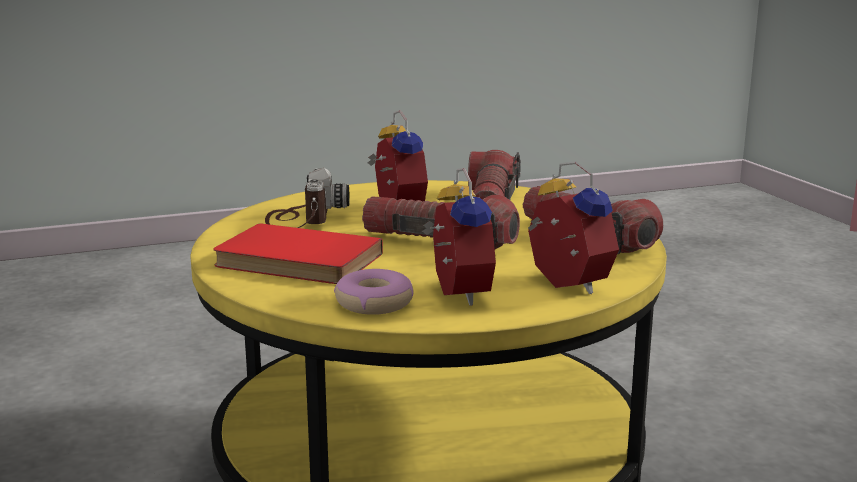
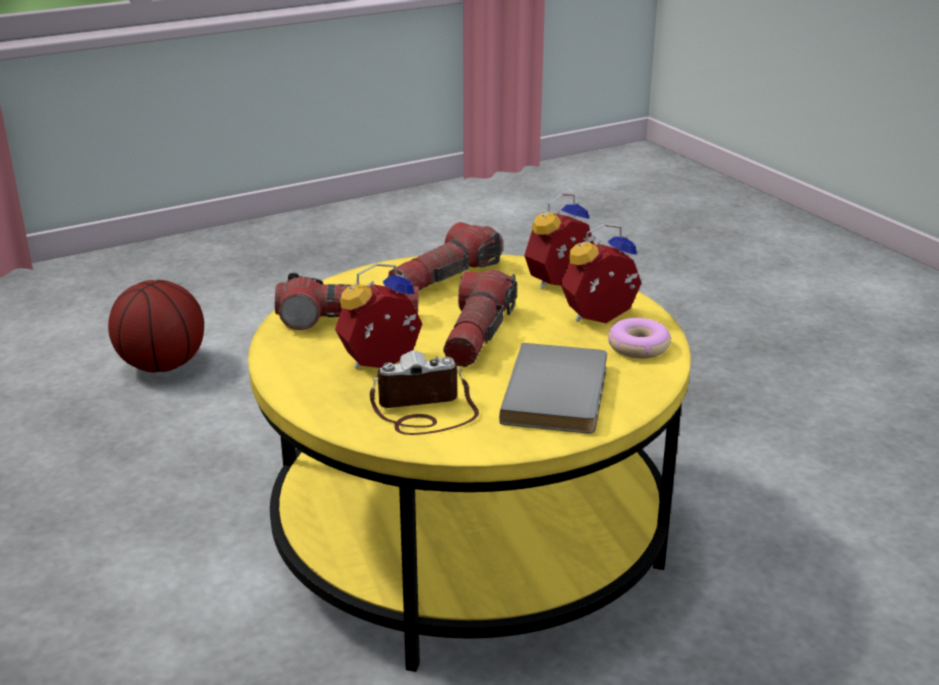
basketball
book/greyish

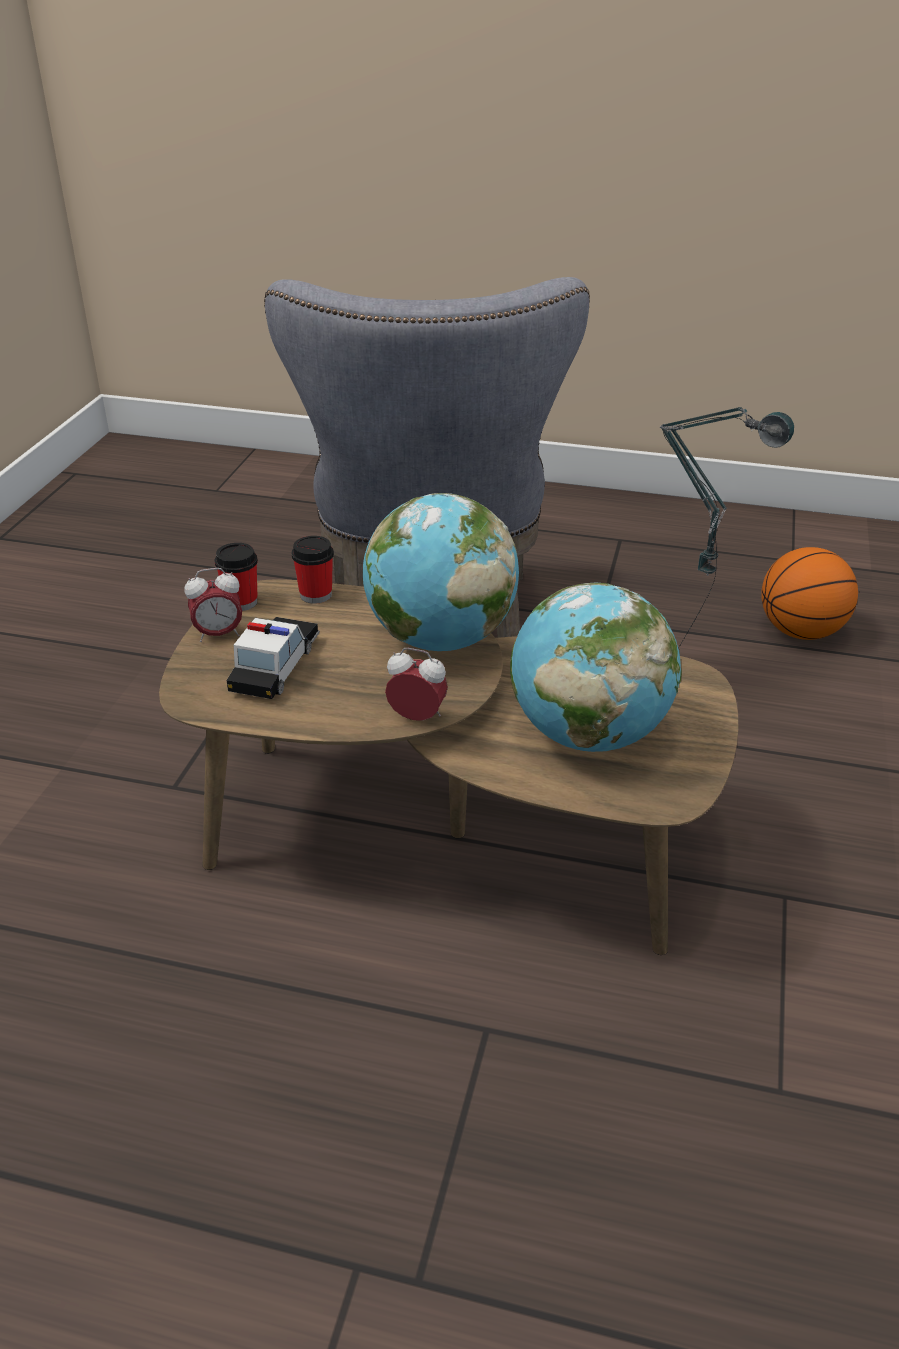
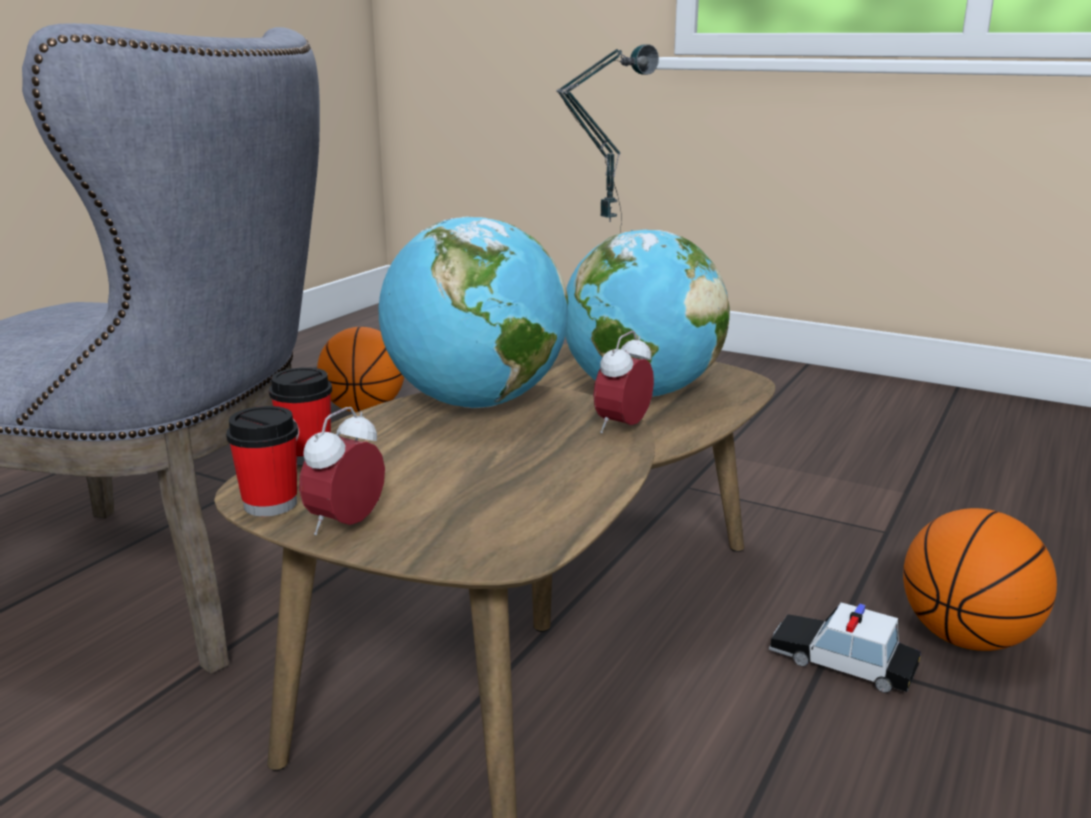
basketball (no. 2 from left)
miniature car
table clock (no. 1 from left)

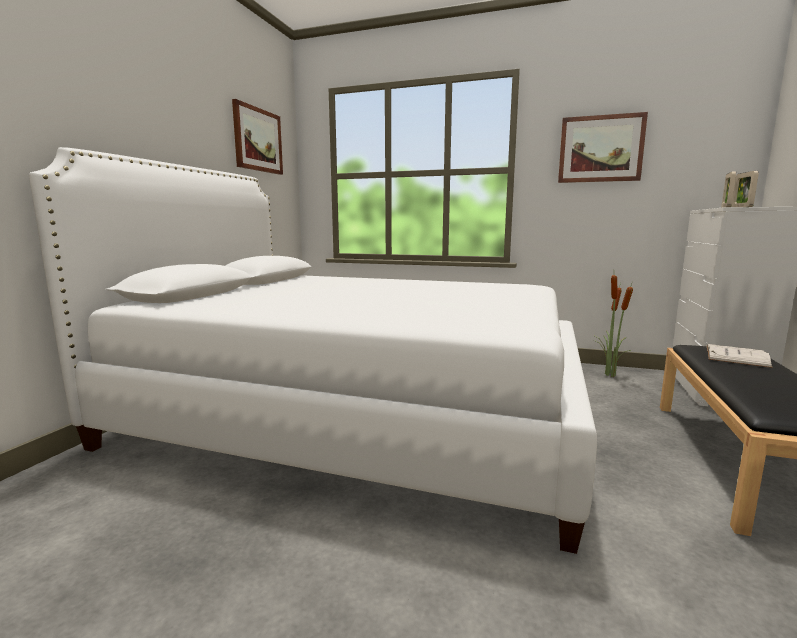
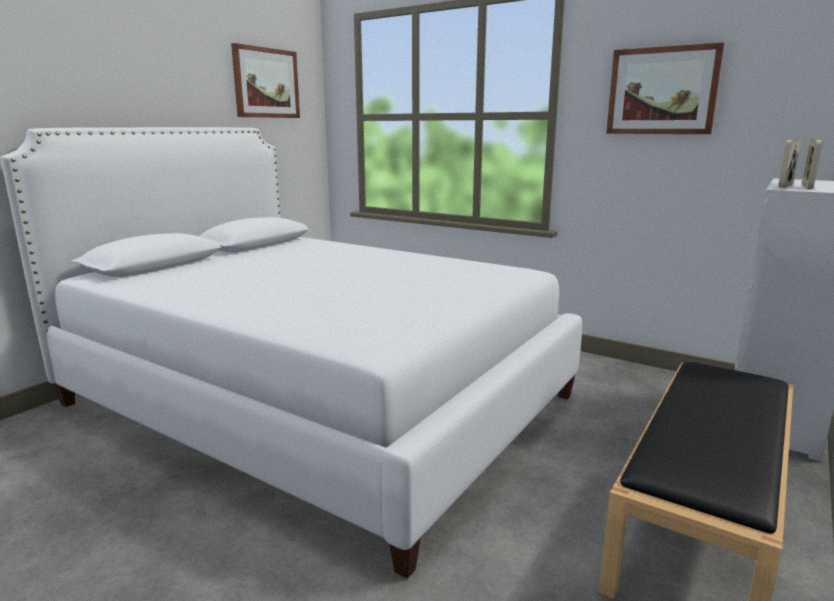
potted plant
book/white-coloured

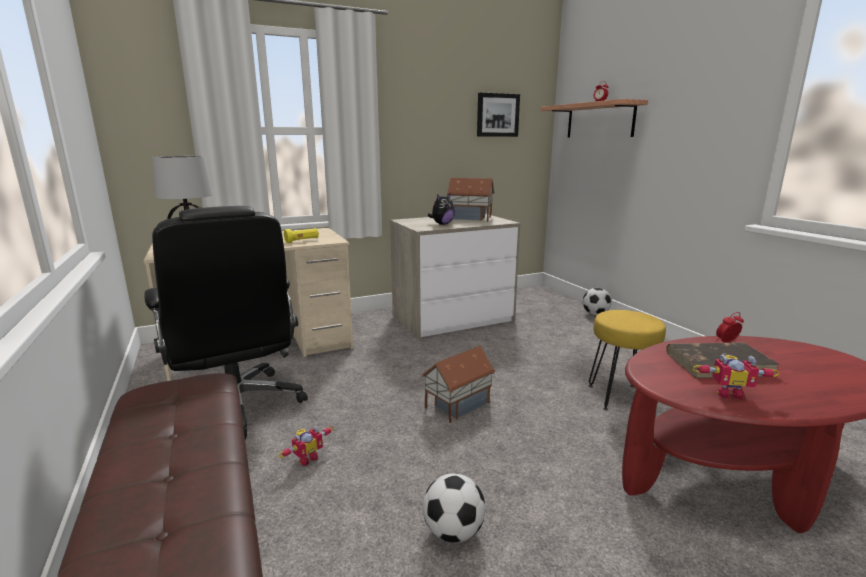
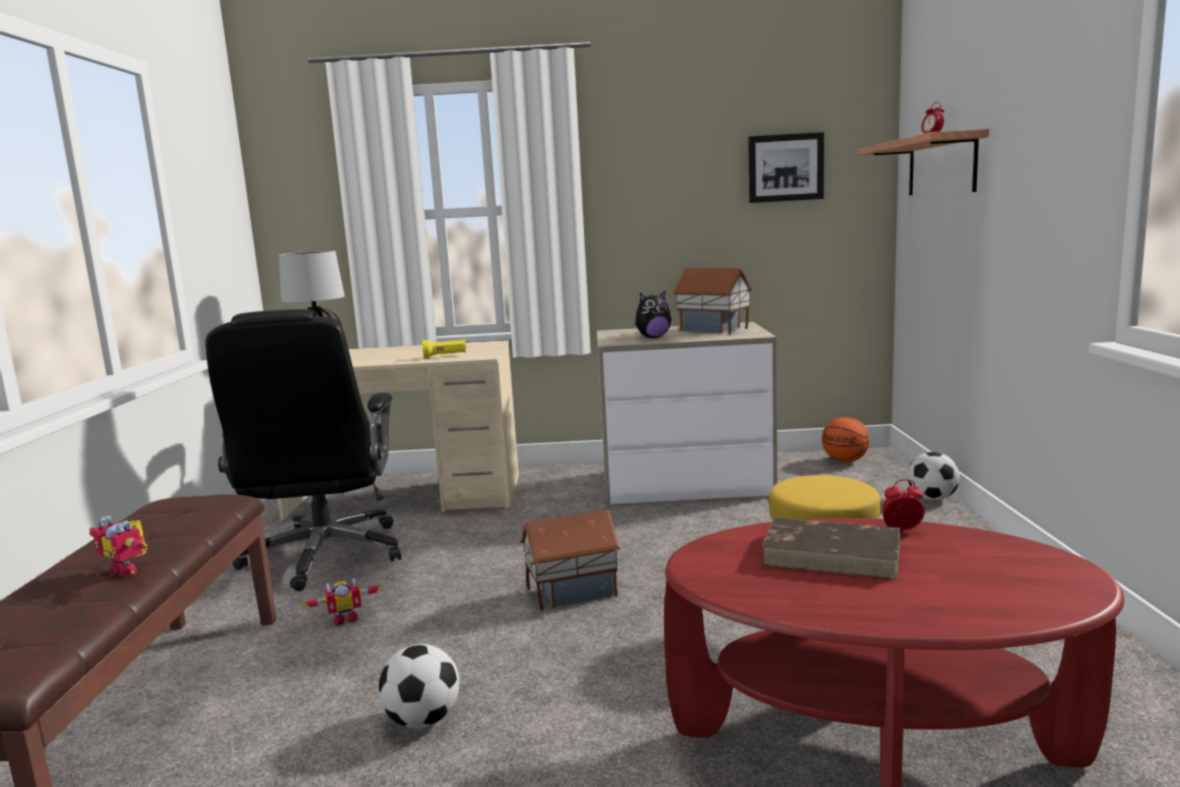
basketball
toy robot (no. 1 from left)

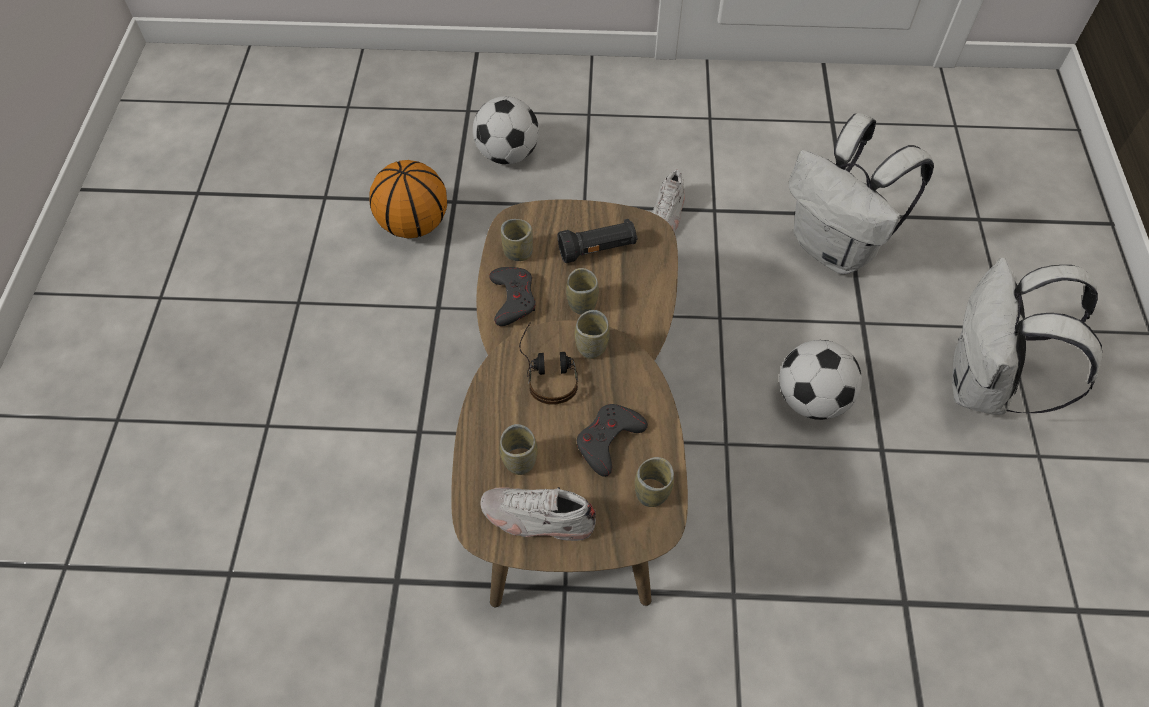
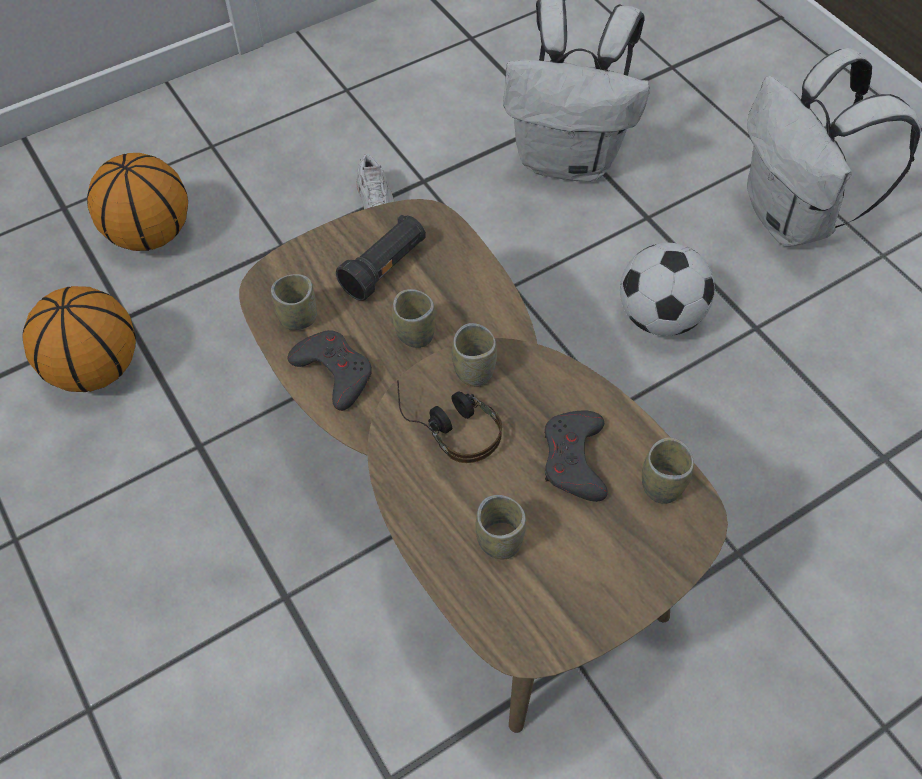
item of footwear/white-coloured (no. 1 from left in the first image)
basketball (no. 2 from left)

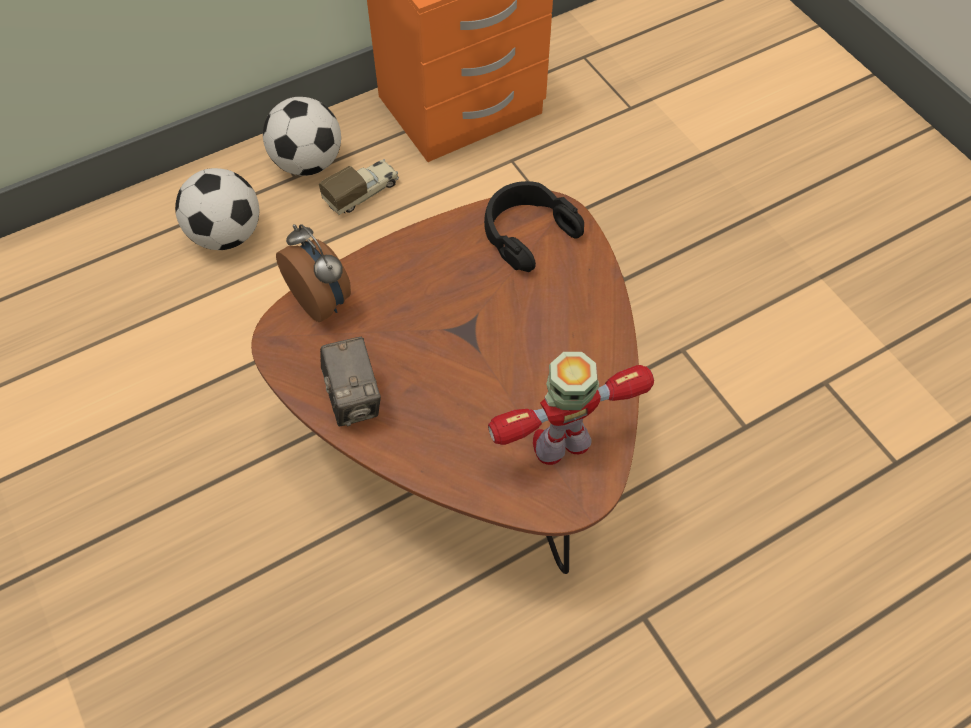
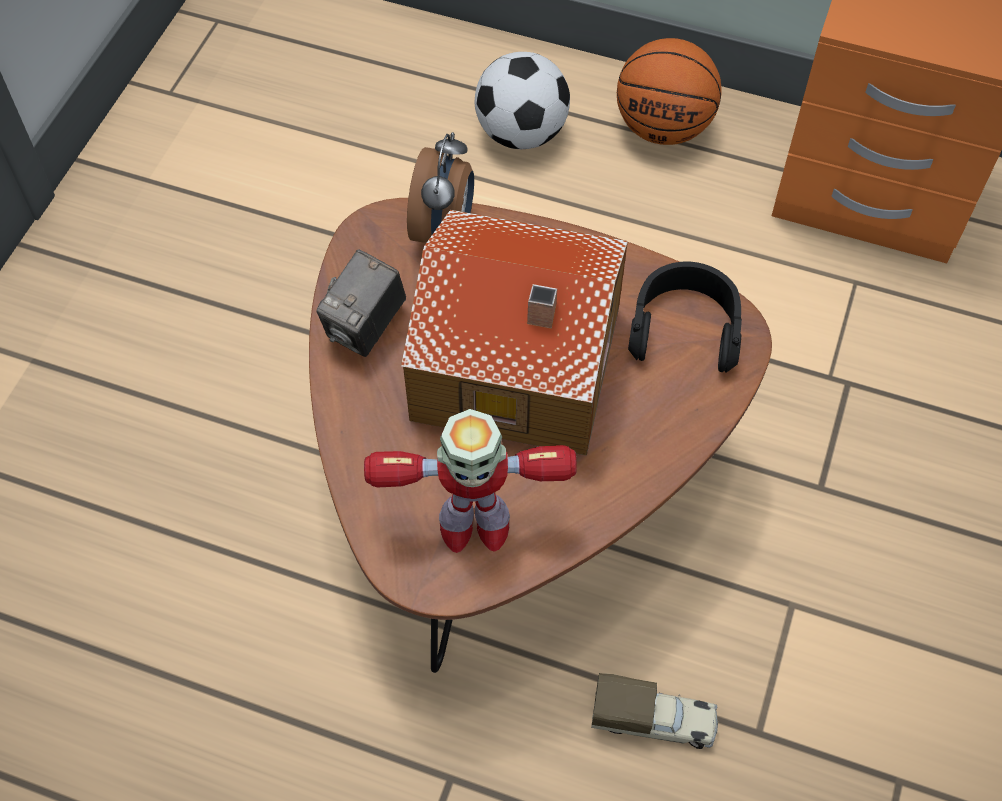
toy house
toy truck
basketball
toy robot

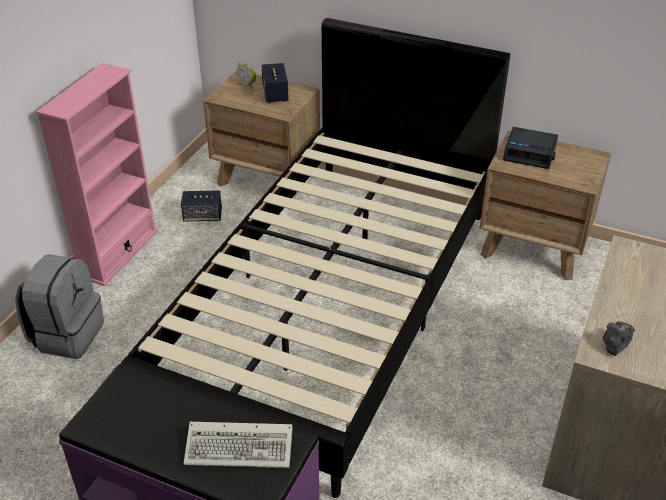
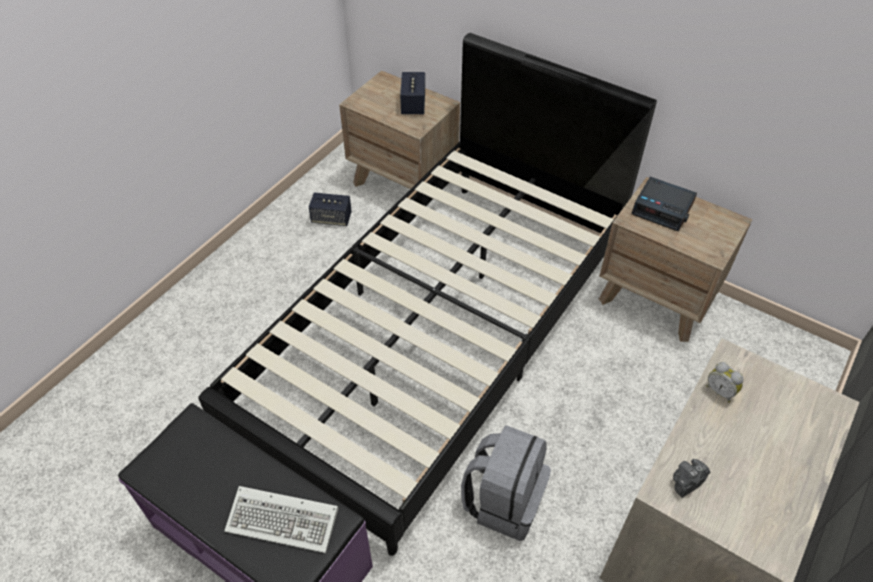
shelving unit/pink-coloured
knapsack/greyish
table clock (no. 2 from left)

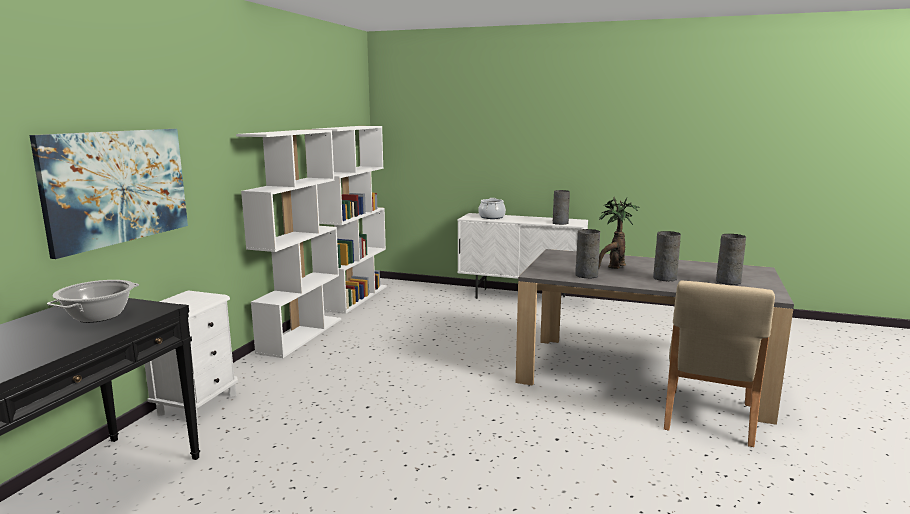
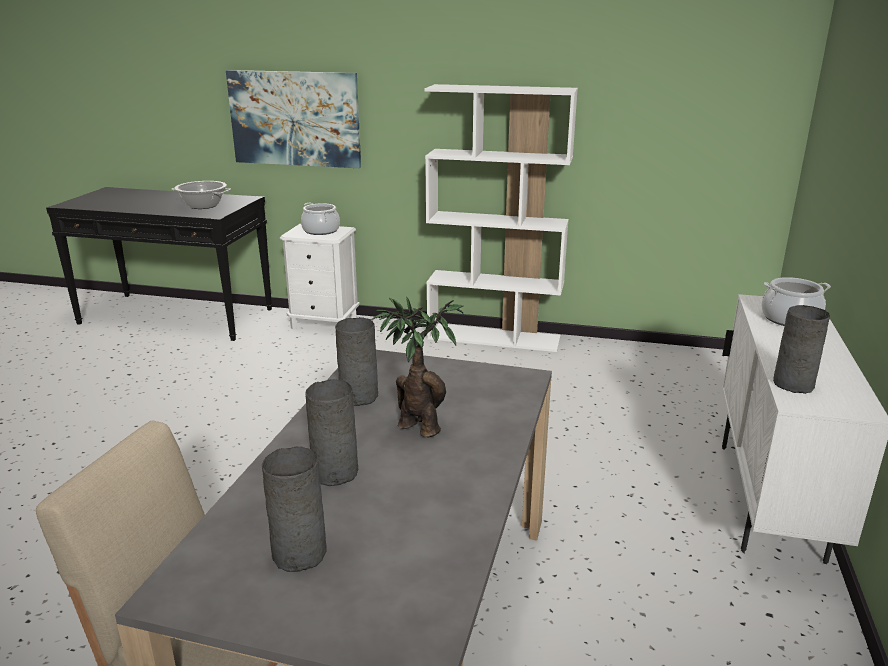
shelving unit/white-coloured (no. 2 from left in the first image)
stockpot (no. 2 from left)

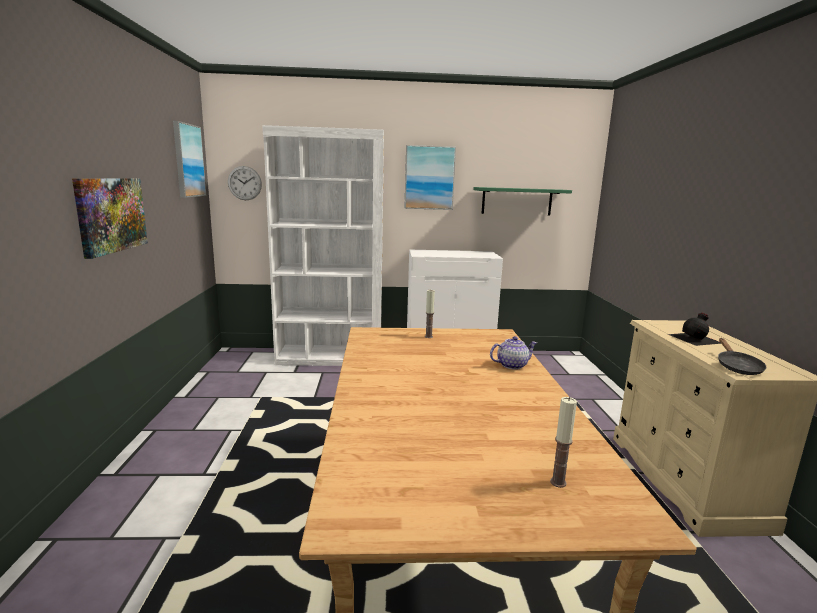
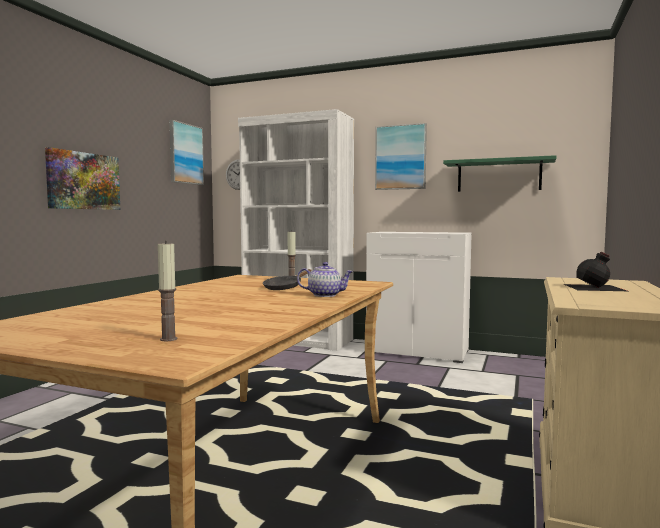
skillet/blackish

